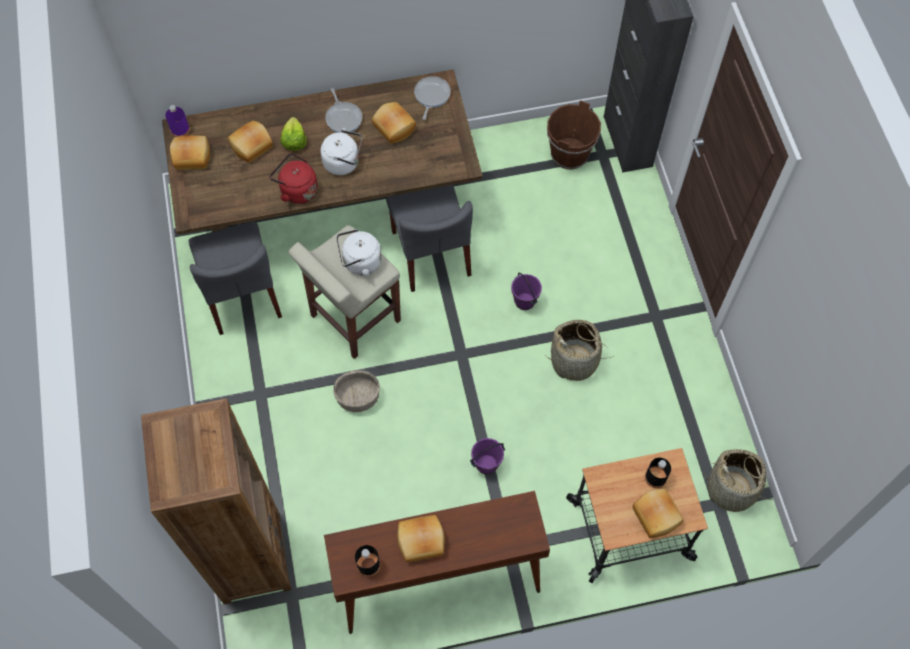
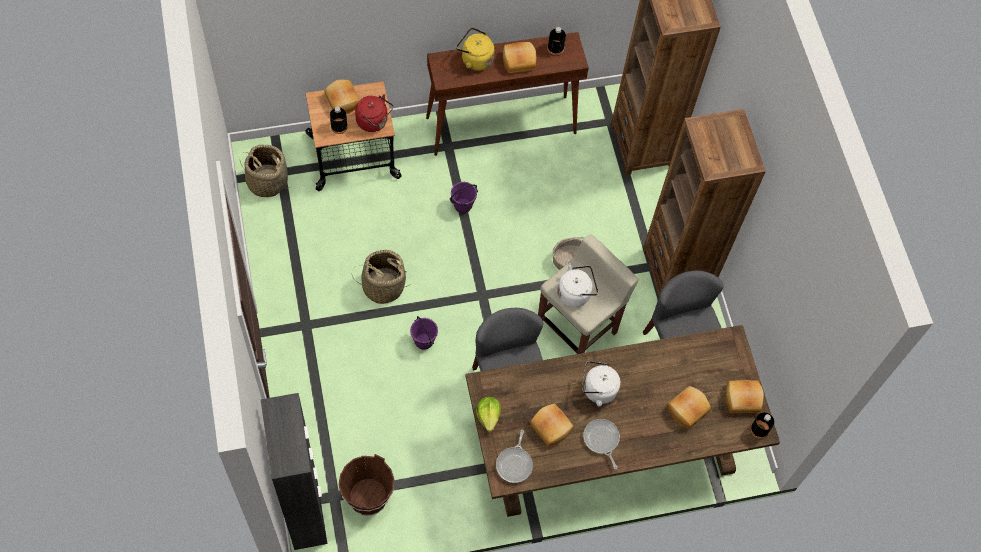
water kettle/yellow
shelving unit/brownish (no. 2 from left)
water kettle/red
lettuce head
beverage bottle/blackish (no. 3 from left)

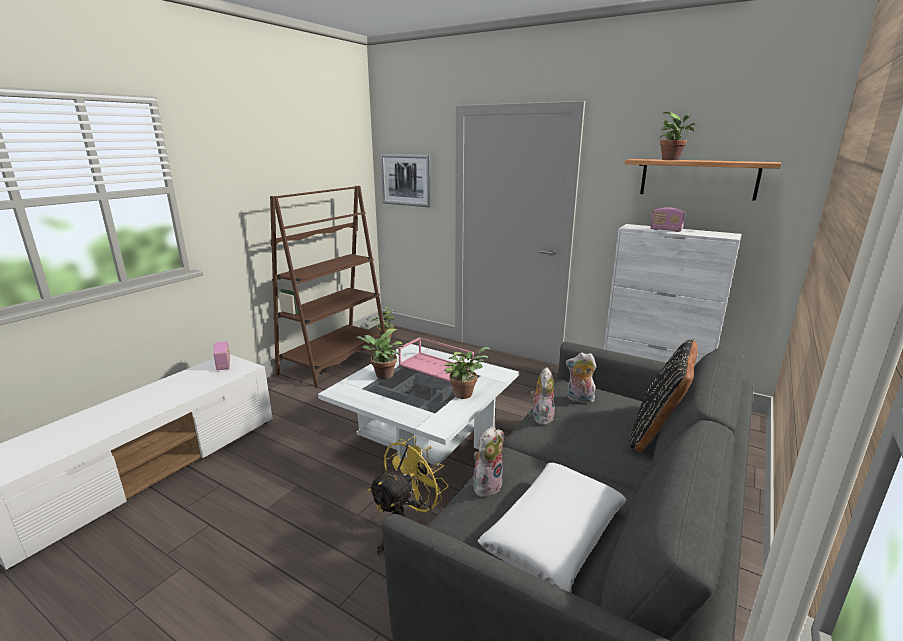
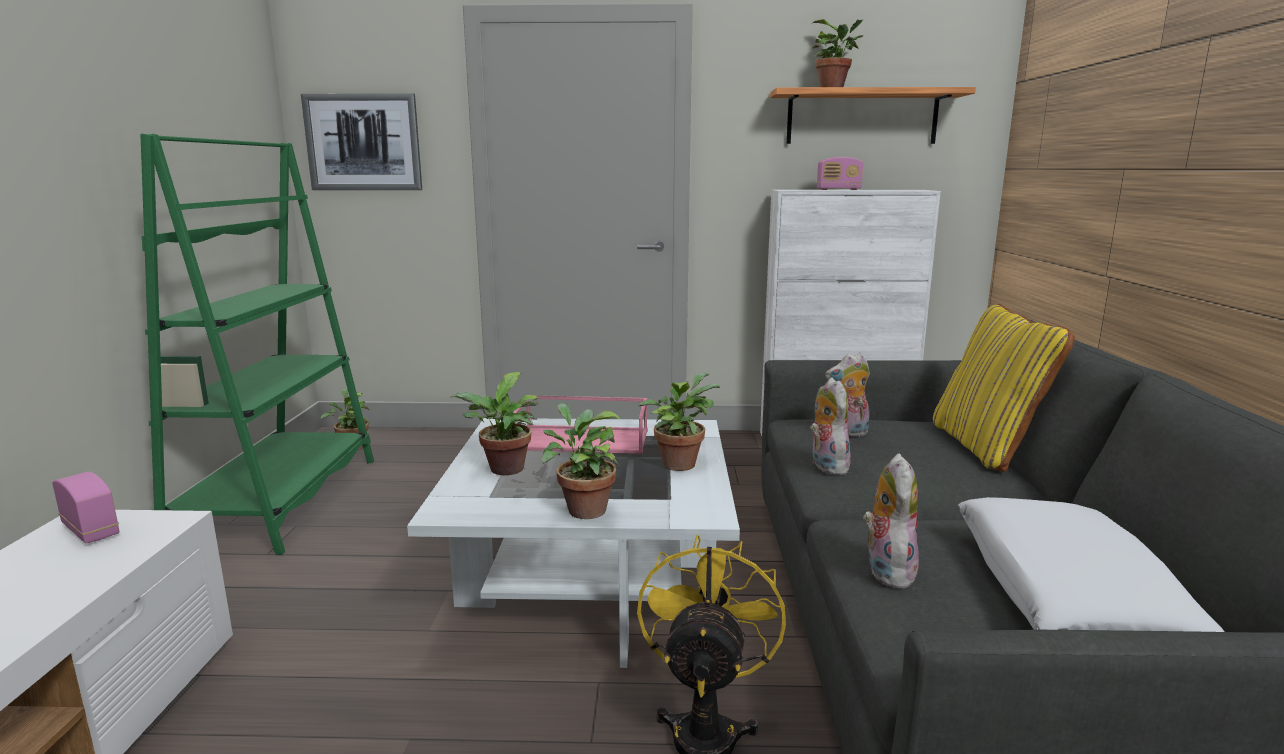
potted plant (no. 3 from left)
shelving unit/green-coloured
throw pillow/yellow

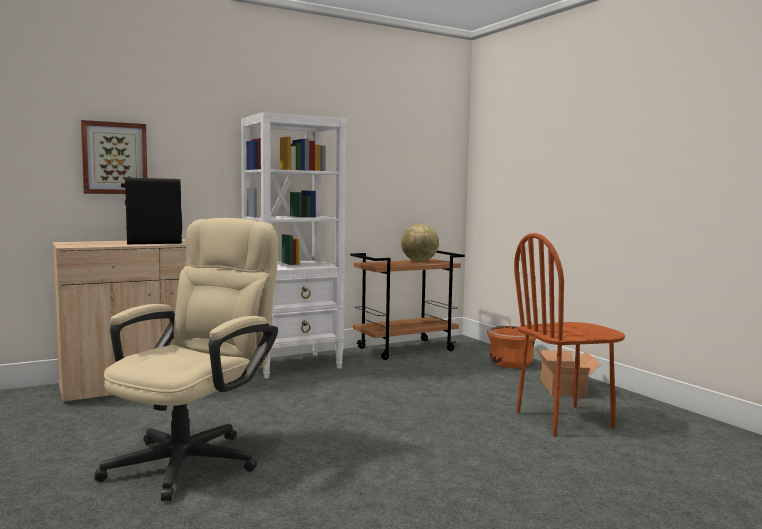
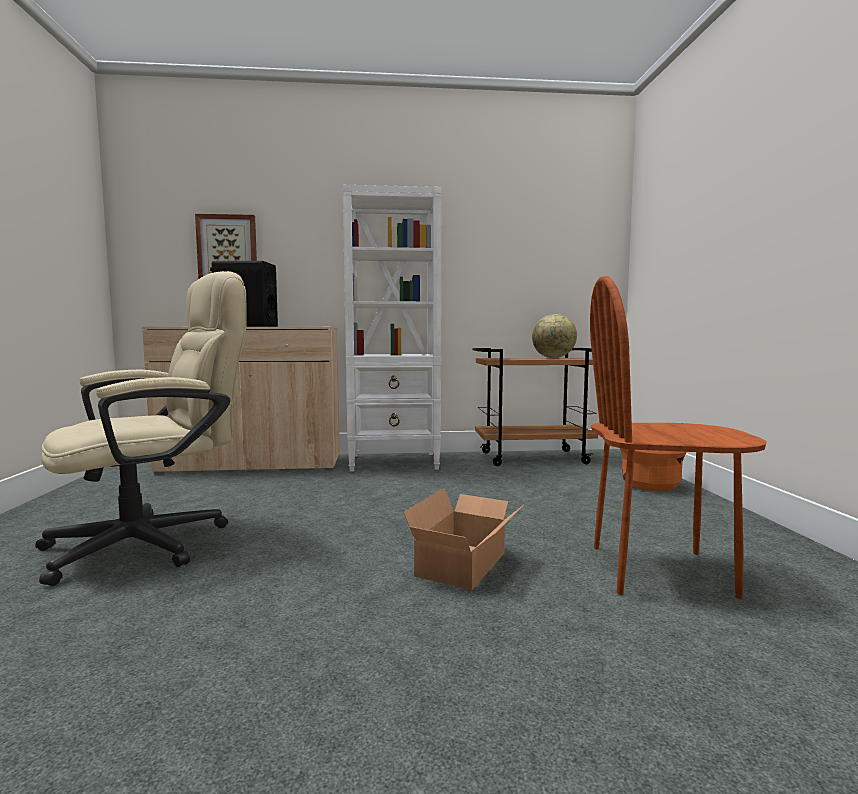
carton

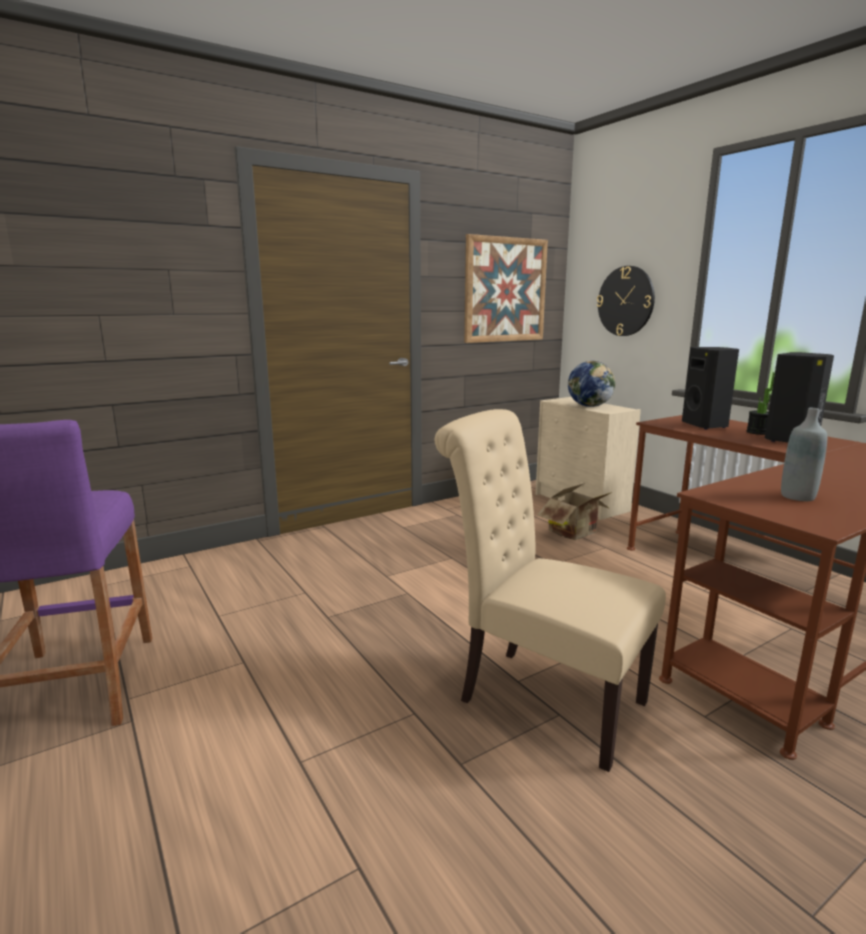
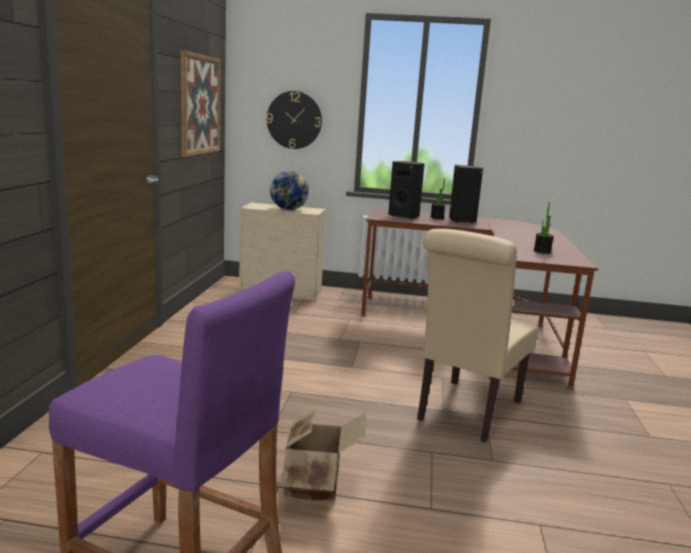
carton
potted plant (no. 2 from left)
chair/beige-coloured

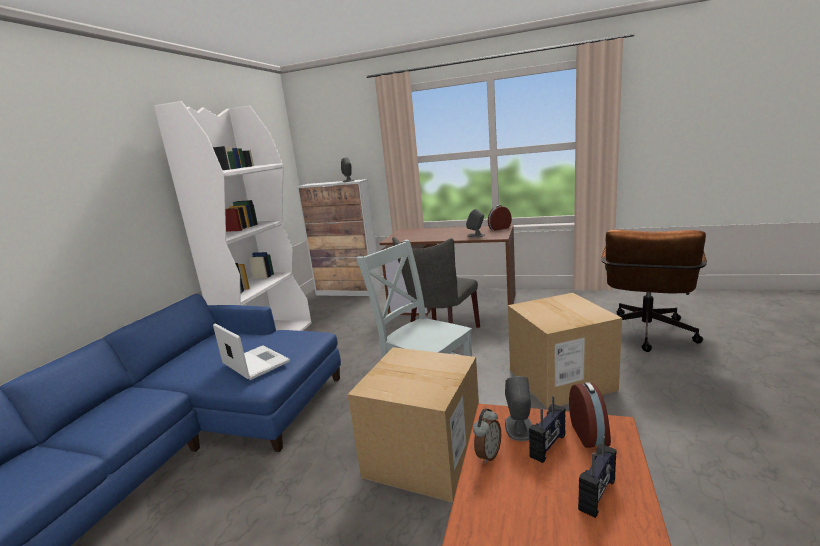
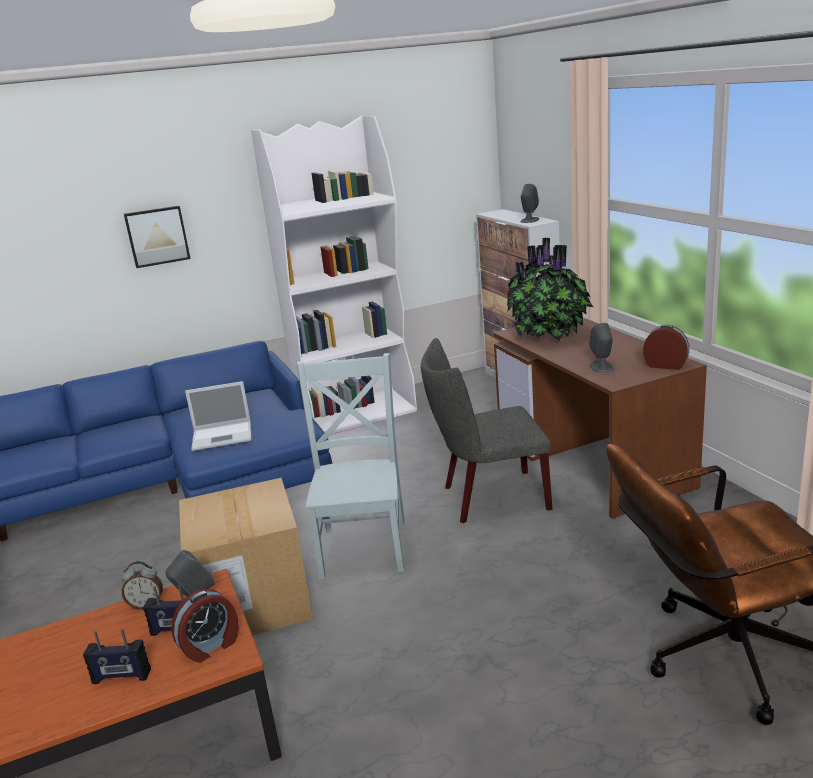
carton (no. 2 from left in the first image)
wall picture
potted plant
laptop

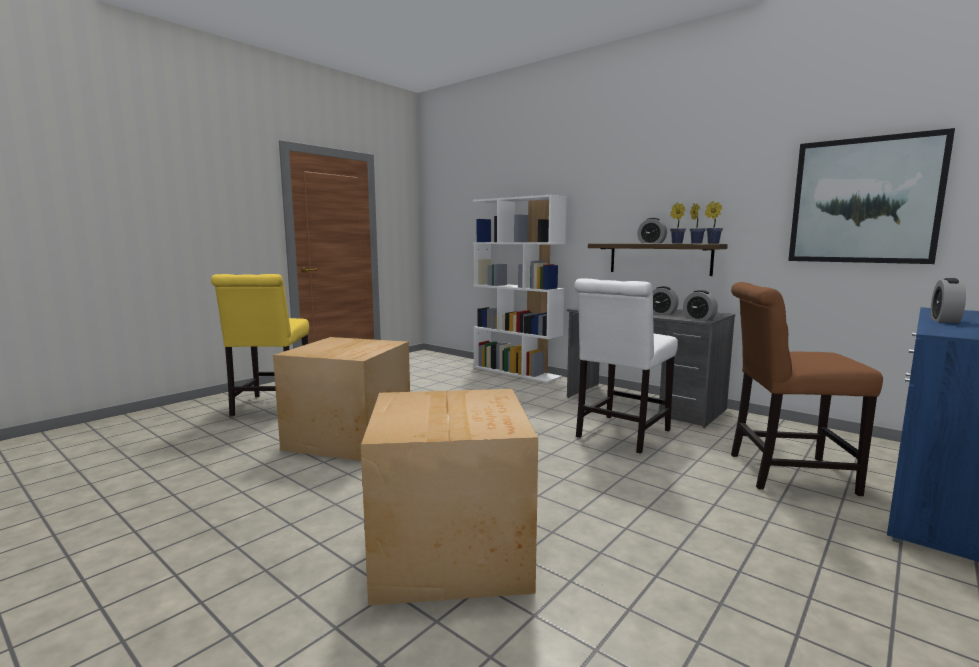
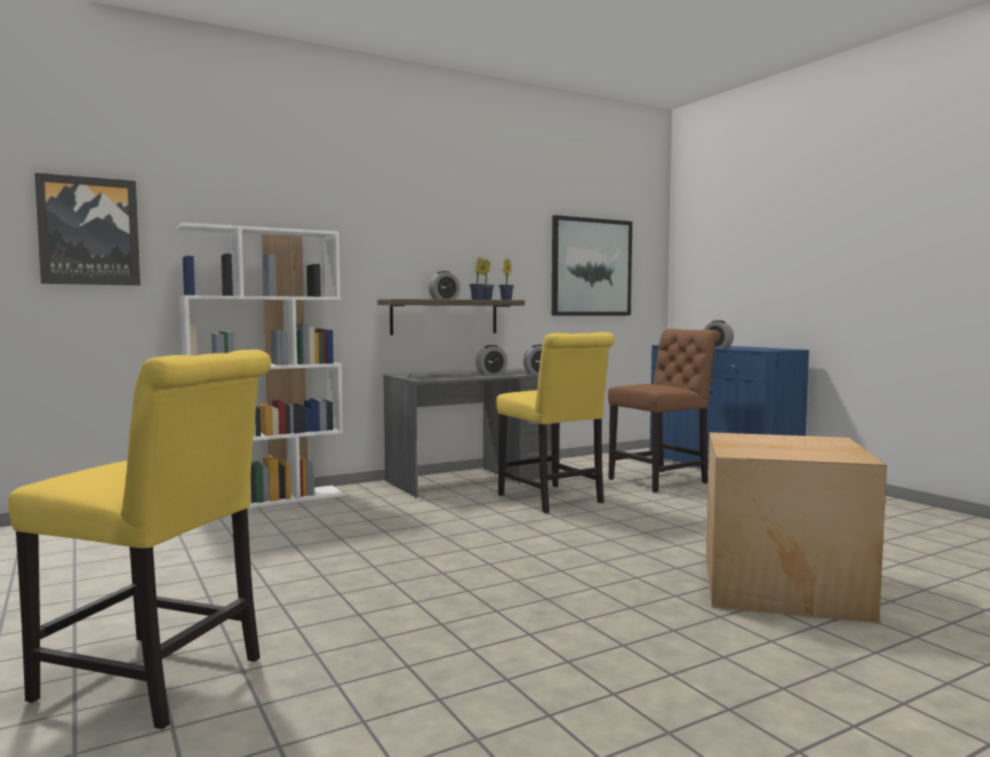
carton (no. 1 from left in the first image)
wall picture (no. 1 from left)
chair/yellow (no. 2 from left)
chair/brownish

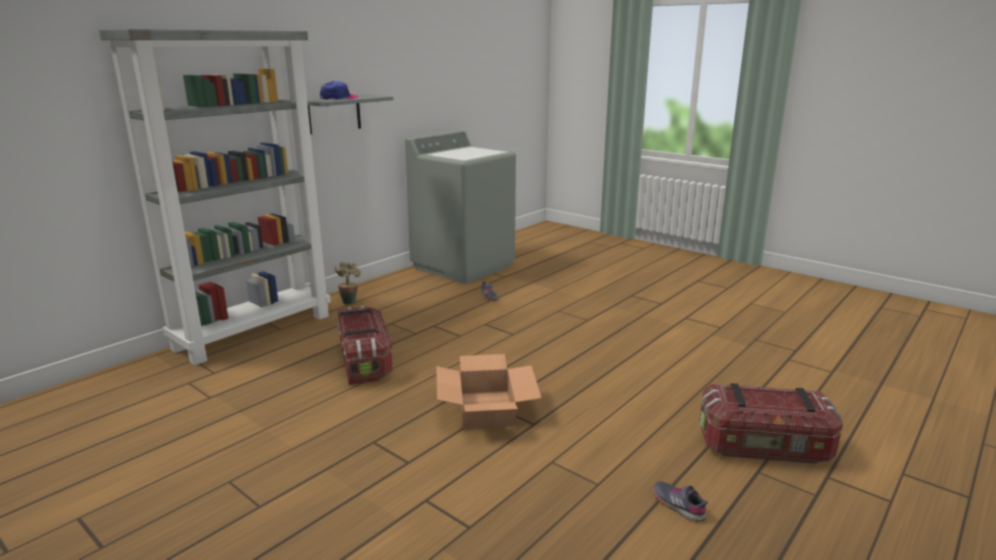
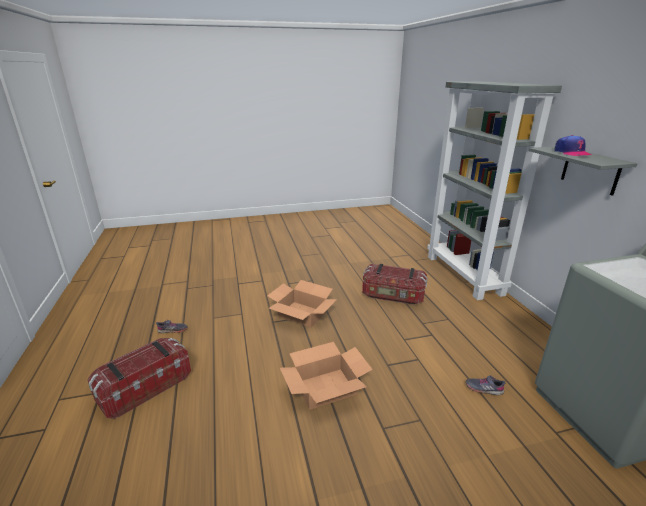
potted plant
carton (no. 2 from left)

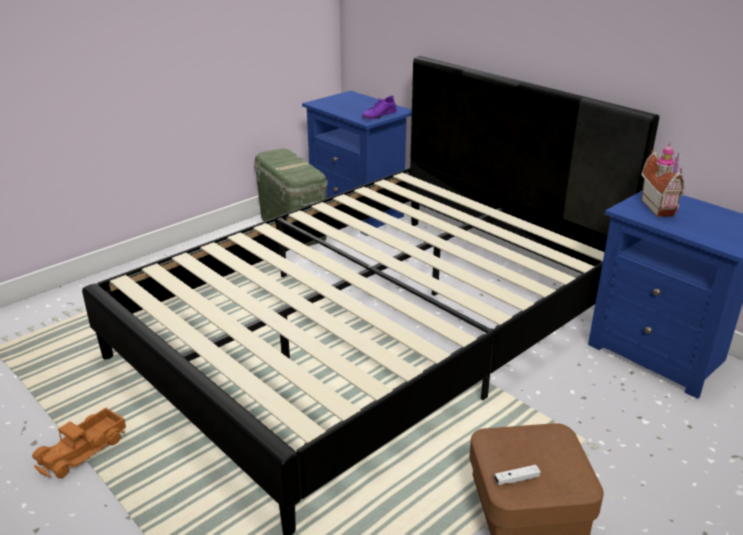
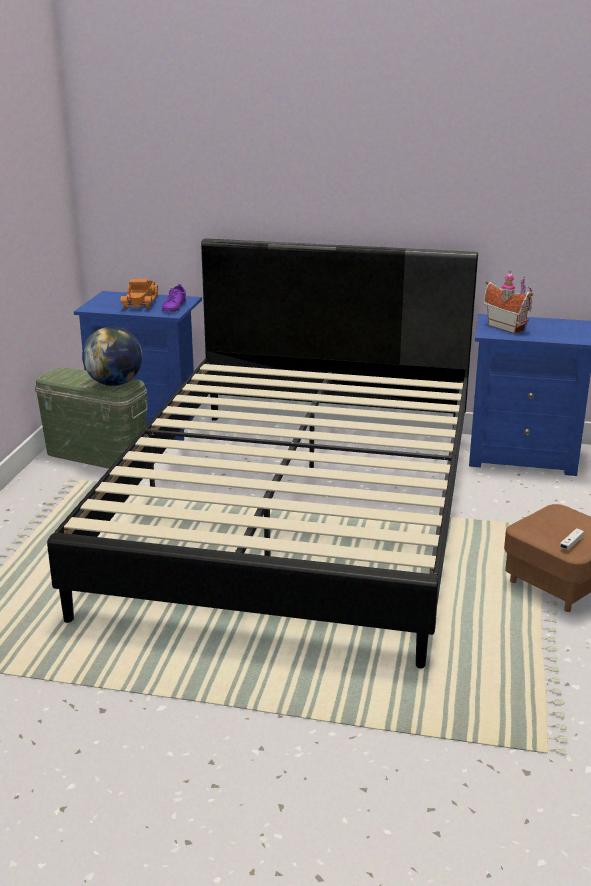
world globe
toy truck

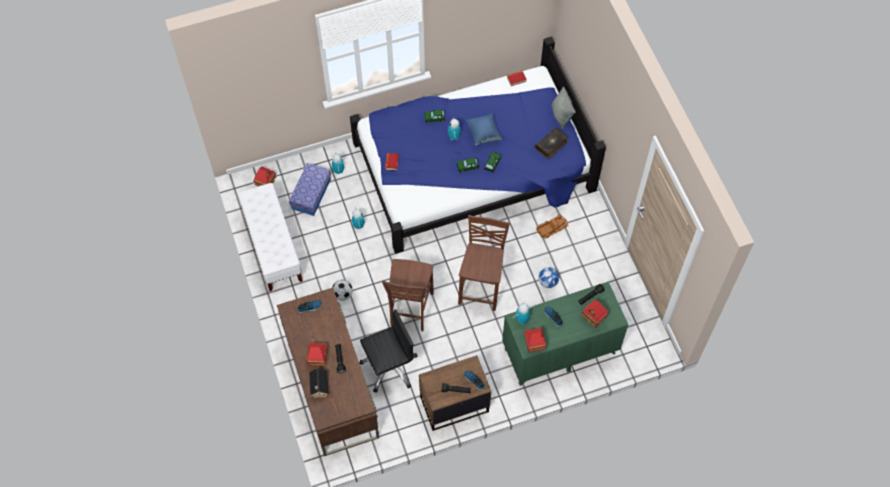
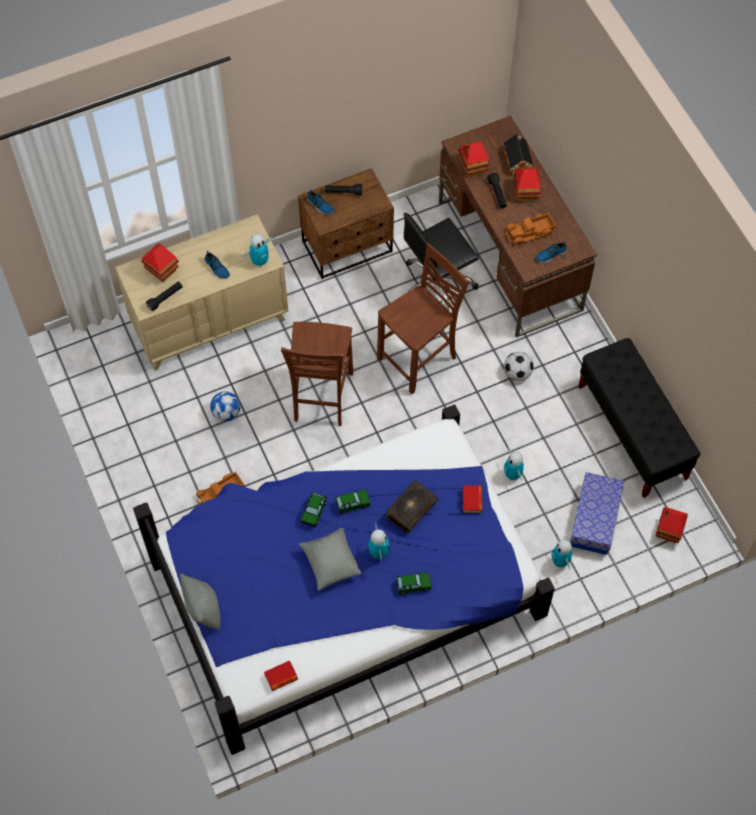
toy truck (no. 2 from left)
toy house (no. 2 from left)
book (no. 2 from left)
bench/blackish
throw pillow/greyish (no. 2 from left)
dresser/beige-coloured
chair/brownish (no. 2 from left)

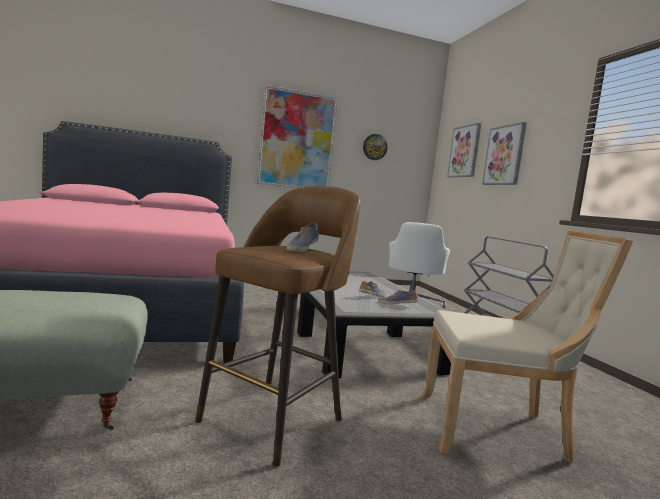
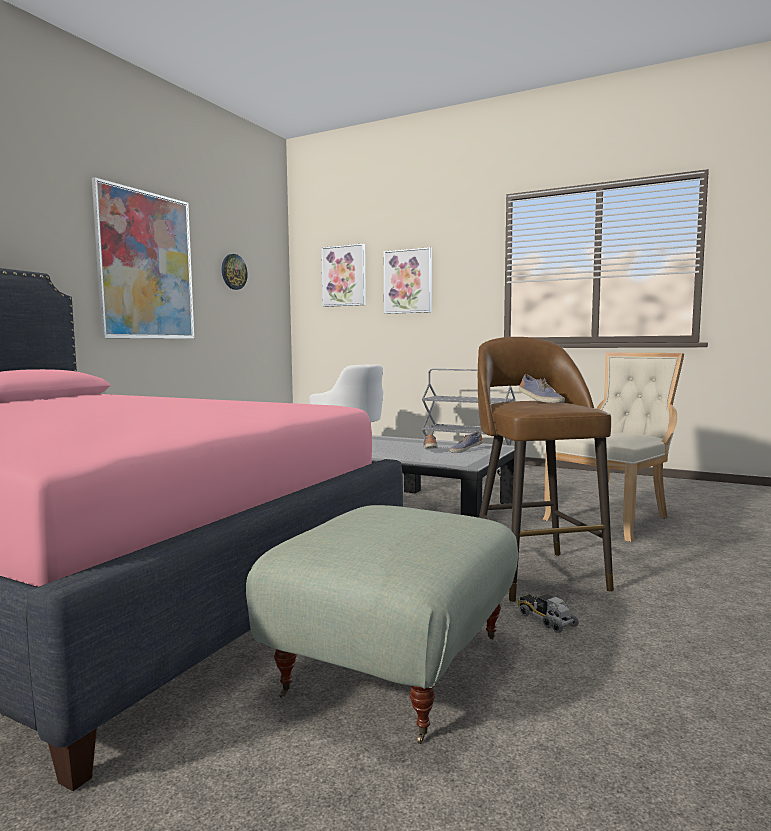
toy truck

